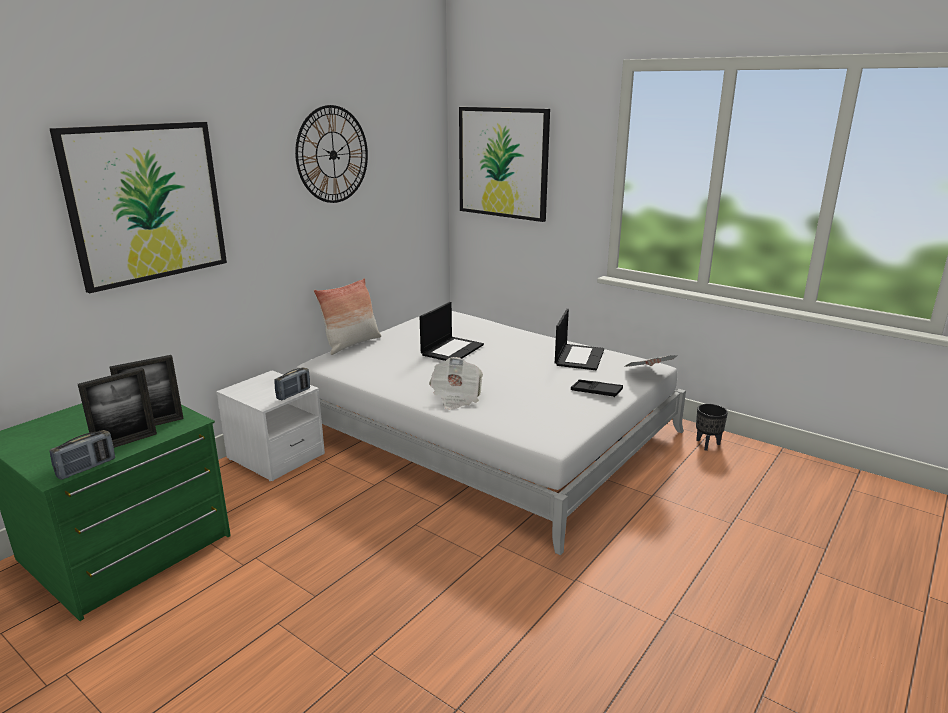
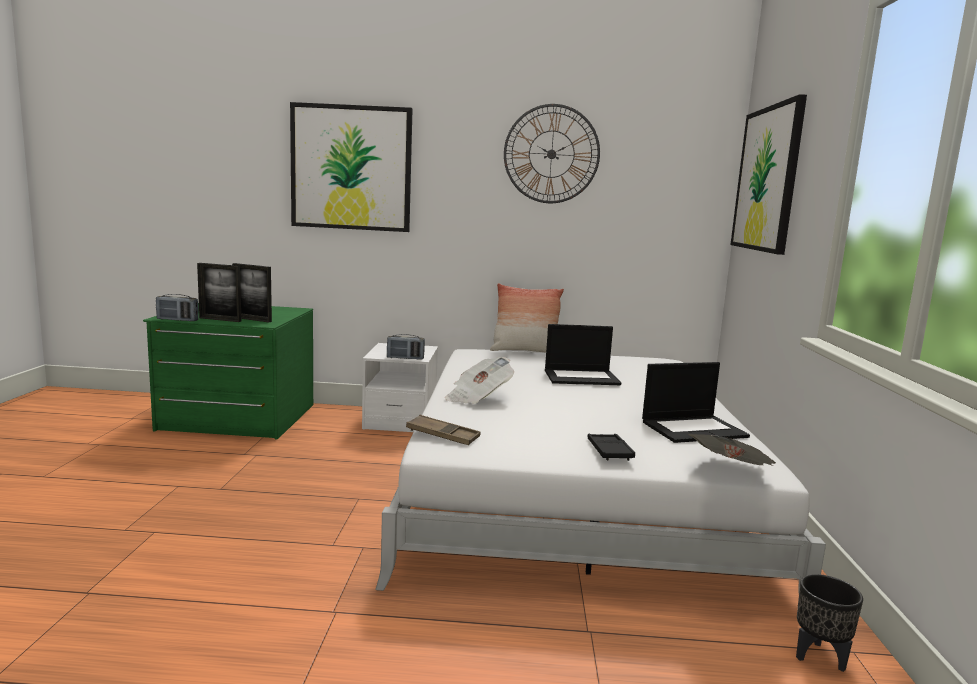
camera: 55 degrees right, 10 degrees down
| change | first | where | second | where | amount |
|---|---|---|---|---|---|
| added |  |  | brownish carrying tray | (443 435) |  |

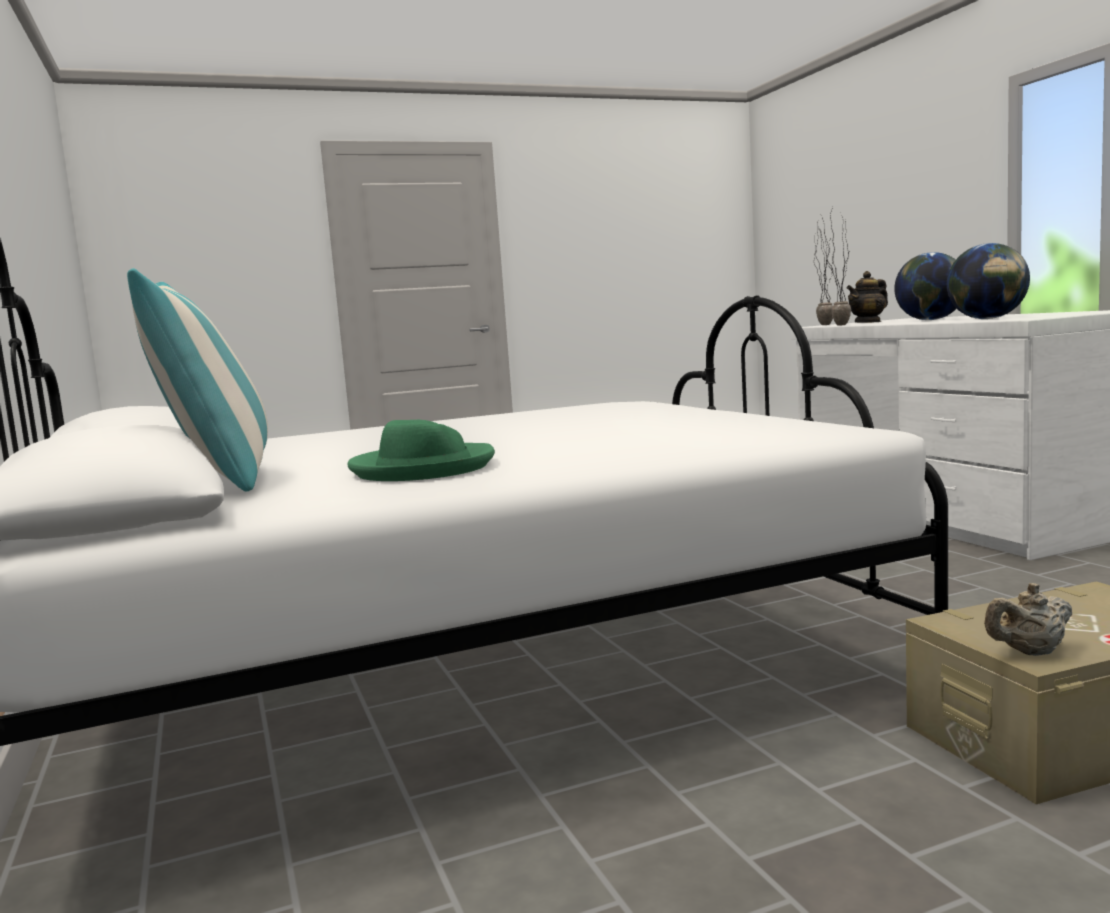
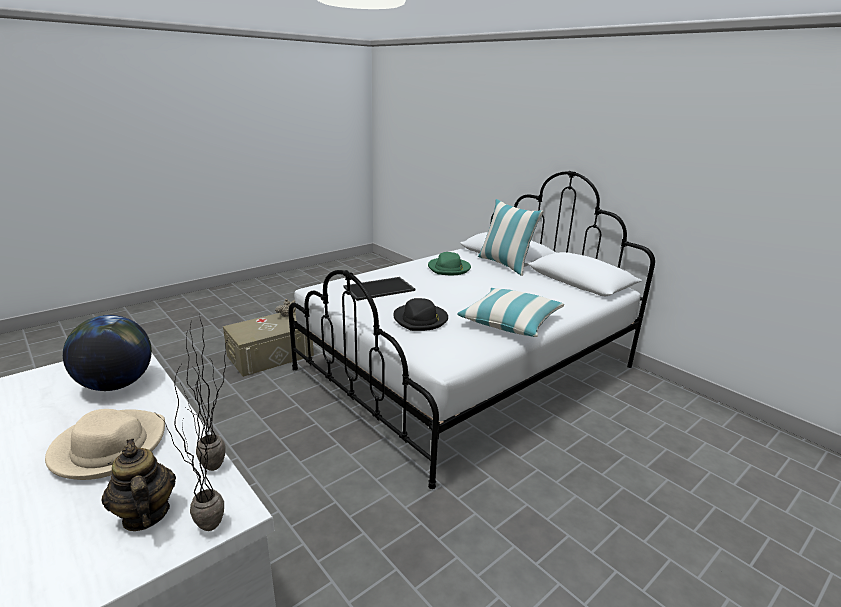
camera: 160 degrees right, 15 degrees up
| change | first | where | second | where | amount |
|---|---|---|---|---|---|
| turned | tea pot | (868 322) |  | (145 514) | 75 degrees counterclockwise |
| replaced | world globe | (931 320) | sand-coloured clothing hat | (109 447) |  |
| added |  |  | carrying tray | (379 288) |  |
| added |  |  | black clothing hat | (420 319) |  |
| added |  |  | cushion | (510 322) |  |

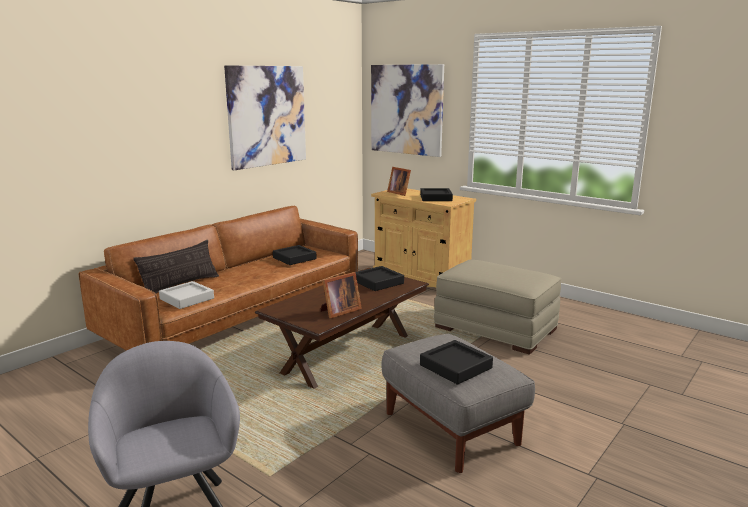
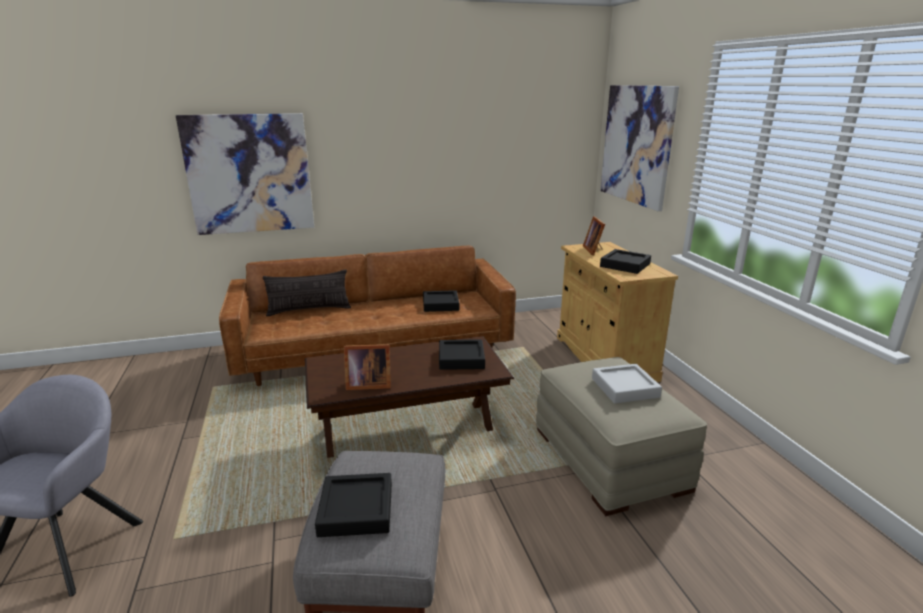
camera: 35 degrees right, 5 degrees up
| change | first | where | second | where | amount |
|---|---|---|---|---|---|
| moved | grey carrying tray | (187 299) |  | (625 388) |  |
| moved | picture | (267 116) |  | (249 174) |  |

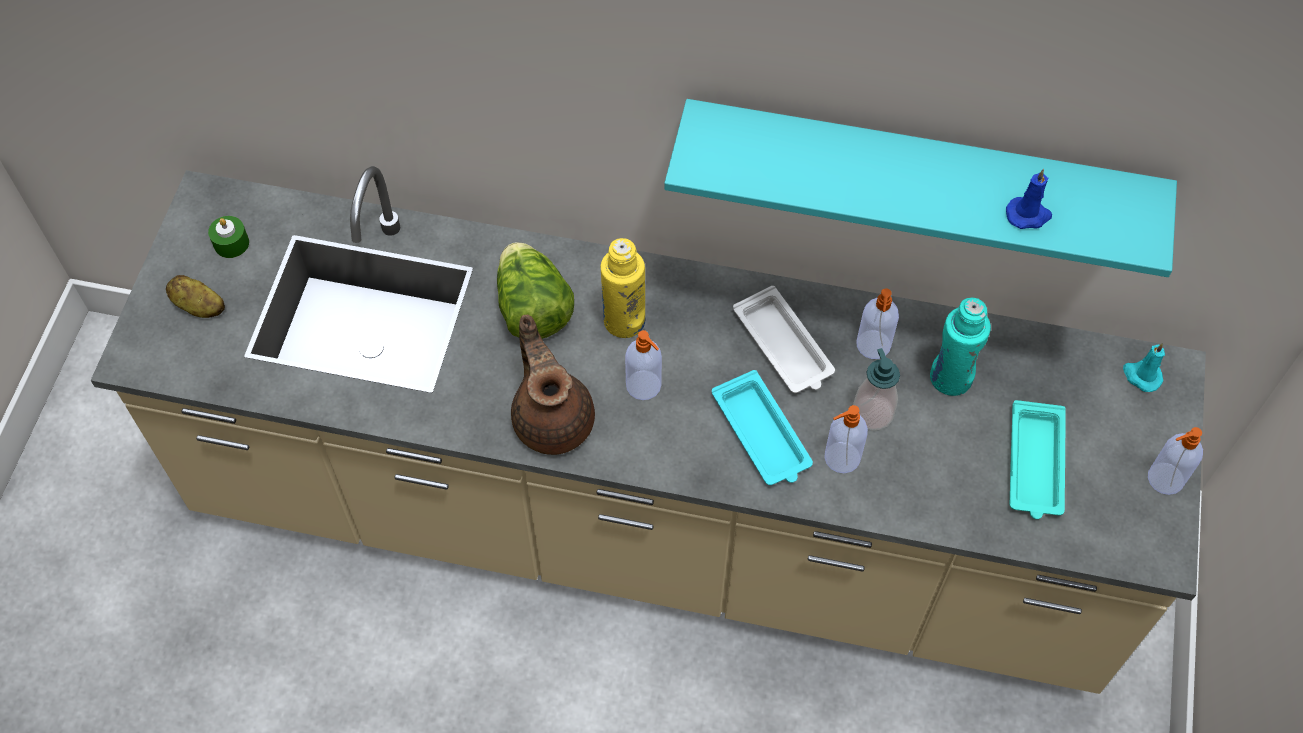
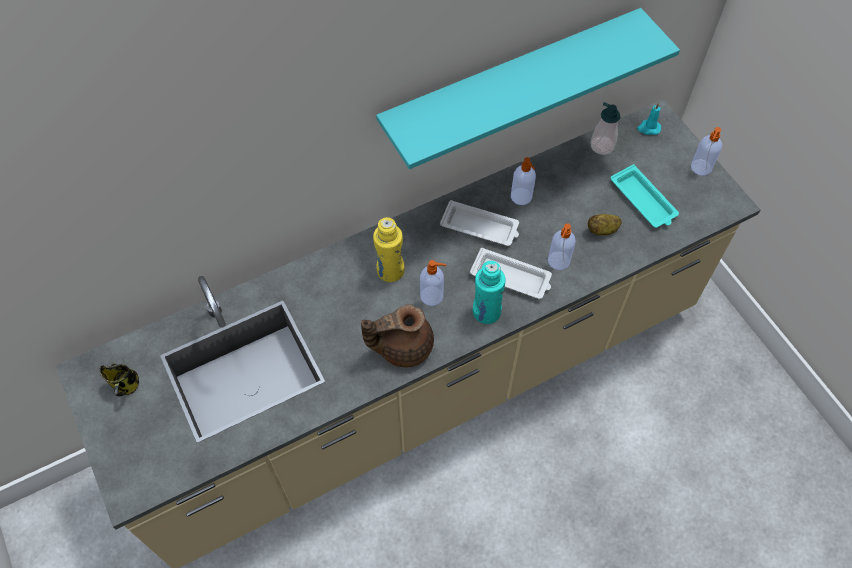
camera: 40 degrees left, 0 degrees up
| change | first | where | second | where | amount |
|---|---|---|---|---|---|
| moved | spud | (198 306) |  | (602 230) |  |
| replaced | green-coloured candle | (231 243) | mug | (126 386) |  |
| removed | lettuce head | (532 309) |  |  |  |
| turned | brownish tea pot | (553 418) |  | (402 346) | 45 degrees counterclockwise |
| recoloured | turquoise-coloured carrying tray | (762 434) | white-coloured carrying tray | (512 277) |  |
| moved | liquid soap bottle | (872 413) |  | (602 146) |  |
| moved | turquoise-coloured drink bottle | (950 378) |  | (486 312) |  |
| removed | blue-coloured candle | (1028 215) |  |  |  |

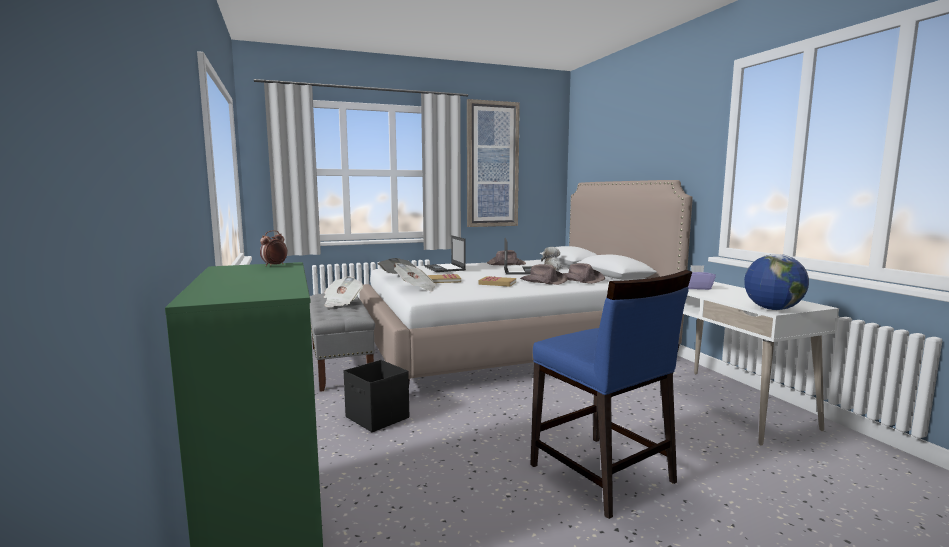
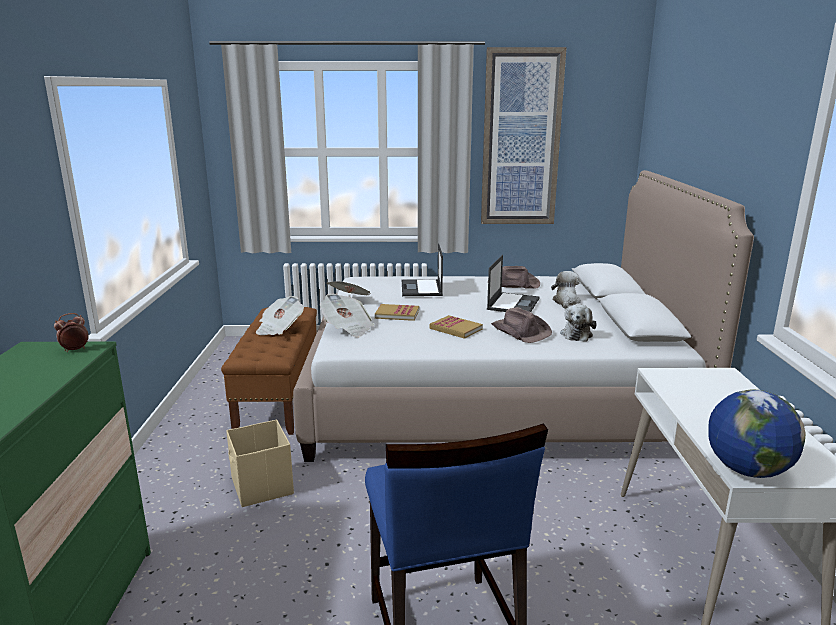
camera: 20 degrees right, 10 degrees up
| change | first | where | second | where | amount |
|---|---|---|---|---|---|
| recoloured | grey indoor bench | (340 364) | brownish indoor bench | (279 397) |  |
| recoloured | black storage box | (377 418) | sand-coloured storage box | (262 487) |  |
| replaced | brownish clothing hat | (581 279) | plush toy | (576 334) |  |
| removed | purple tissue holder | (696 288) |  |  |  |

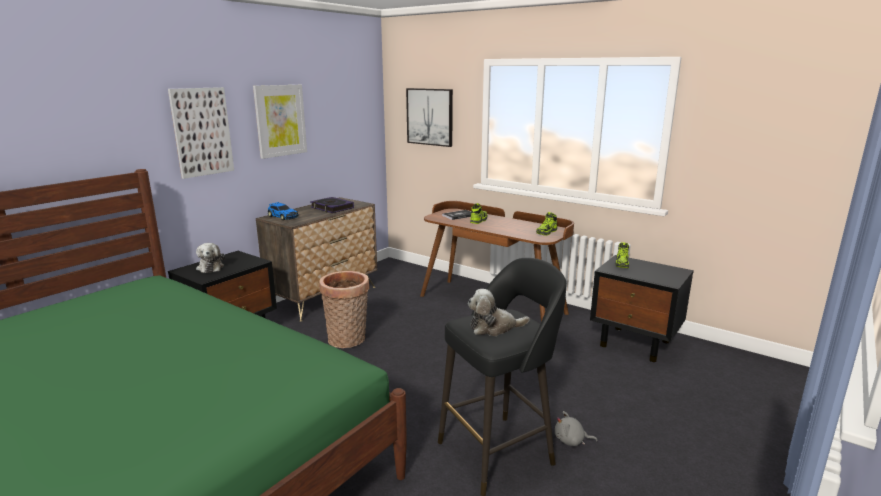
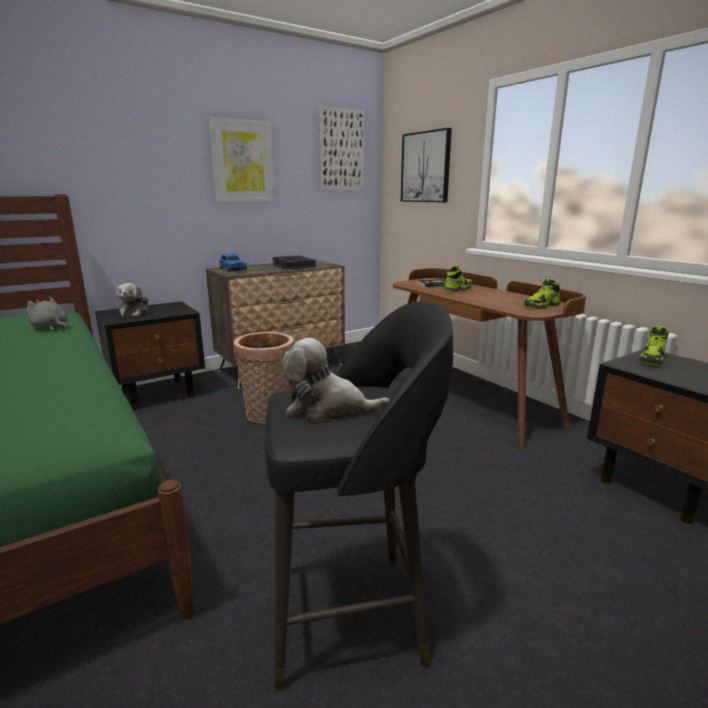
camera: 20 degrees right, 0 degrees up
| change | first | where | second | where | amount |
|---|---|---|---|---|---|
| moved | picture | (202 132) |  | (341 150) |  |
| moved | grey plush toy | (571 441) |  | (50 328) |  |

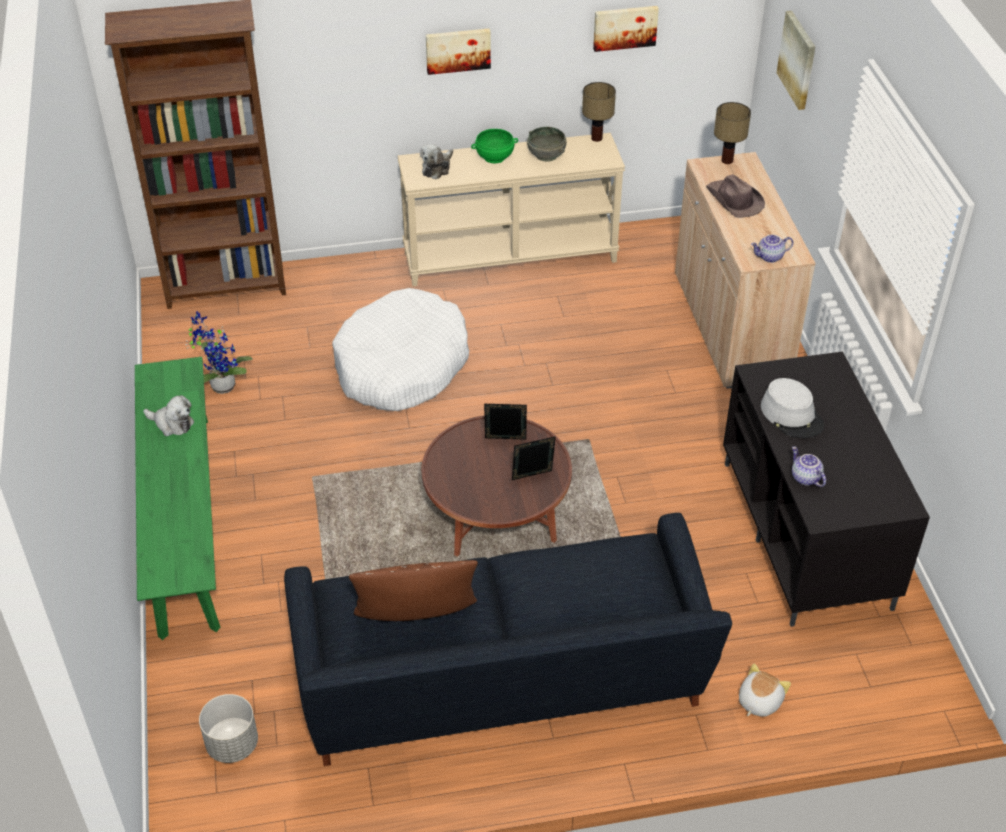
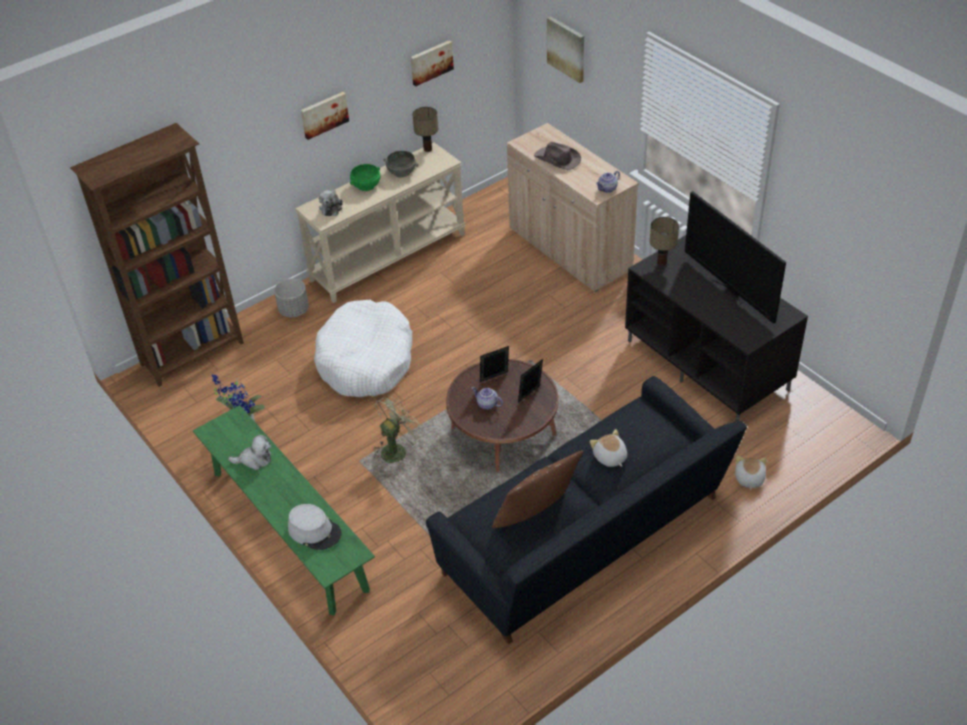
camera: 25 degrees left, 0 degrees up
| change | first | where | second | where | amount |
|---|---|---|---|---|---|
| moved | grey plant pot | (233 744) |  | (294 310) |  |
| moved | table lamp | (726 160) |  | (661 262) |  |
| moved | grey clothing hat | (792 415) |  | (314 531) |  |
| moved | tea pot | (804 478) |  | (487 404) |  |
| added |  |  | green-coloured electric fan | (397 449) |  |
| added |  |  | plush toy | (609 457) |  |
| added |  |  | TV | (730 290) |  |

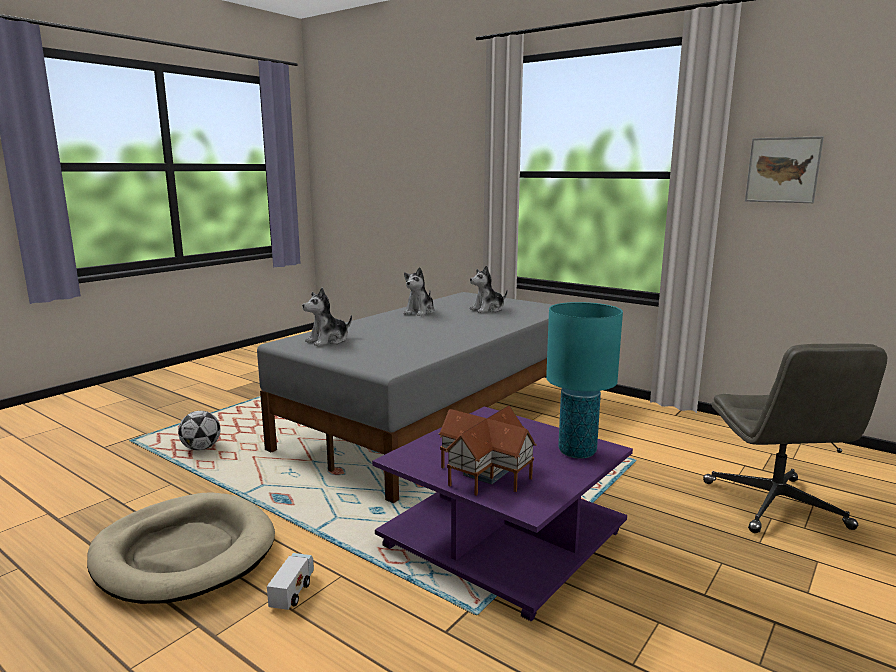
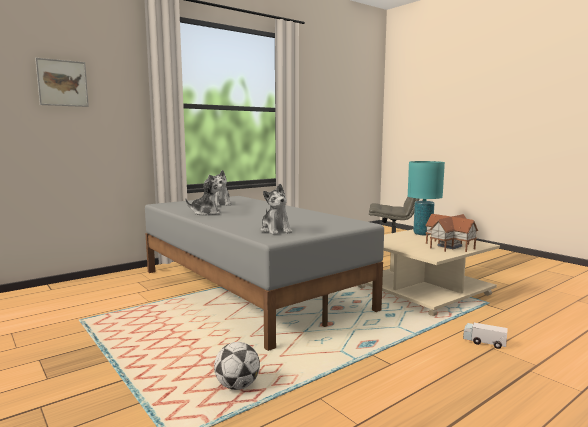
camera: 75 degrees left, 5 degrees down
| change | first | where | second | where | amount |
|---|---|---|---|---|---|
| removed | sand-coloured pet bed | (184 552) |  |  |  |
| recoloured | purple low table | (500 540) | sand-coloured low table | (423 292) |  |
| turned | plush toy | (420 312) |  | (206 213) | 45 degrees counterclockwise |
| moved | picture | (783 170) |  | (62 83) |  |

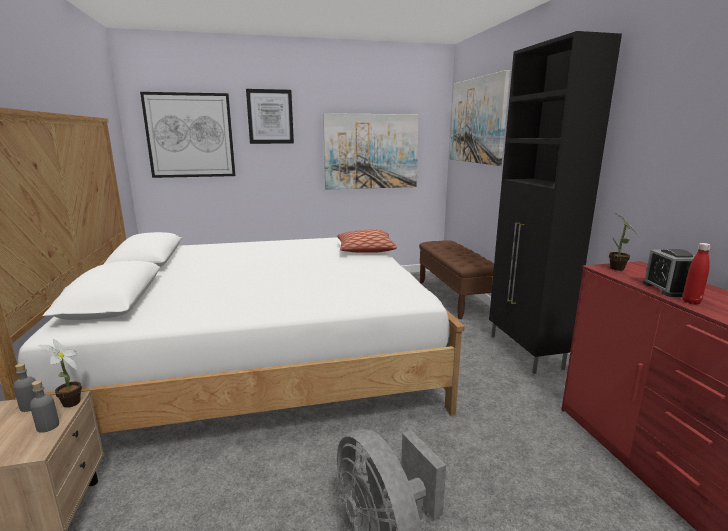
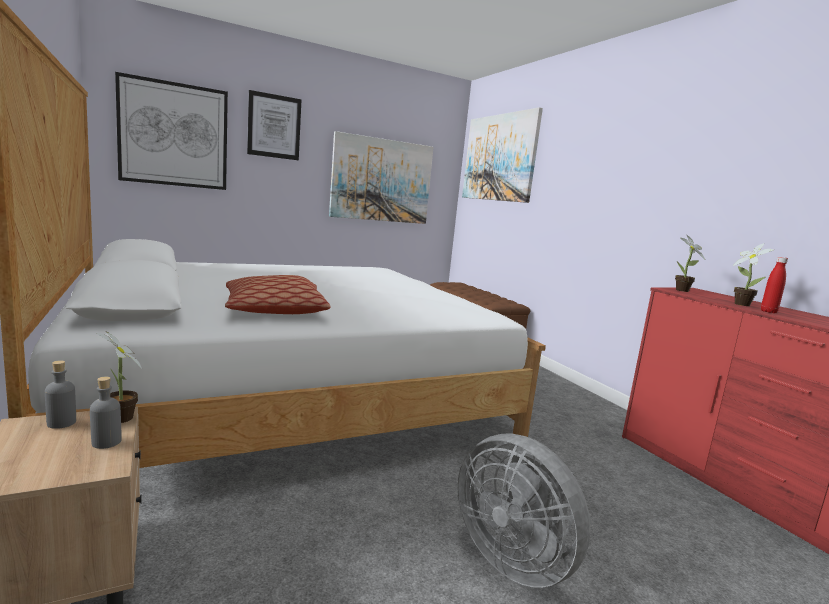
camera: 15 degrees left, 5 degrees down
| change | first | where | second | where | amount |
|---|---|---|---|---|---|
| moved | cushion | (365 250) |  | (275 310) |  |
| removed | black cupboard | (525 352) |  |  |  |
| replaced | table clock | (668 289) | potted plant | (741 304) |  |

